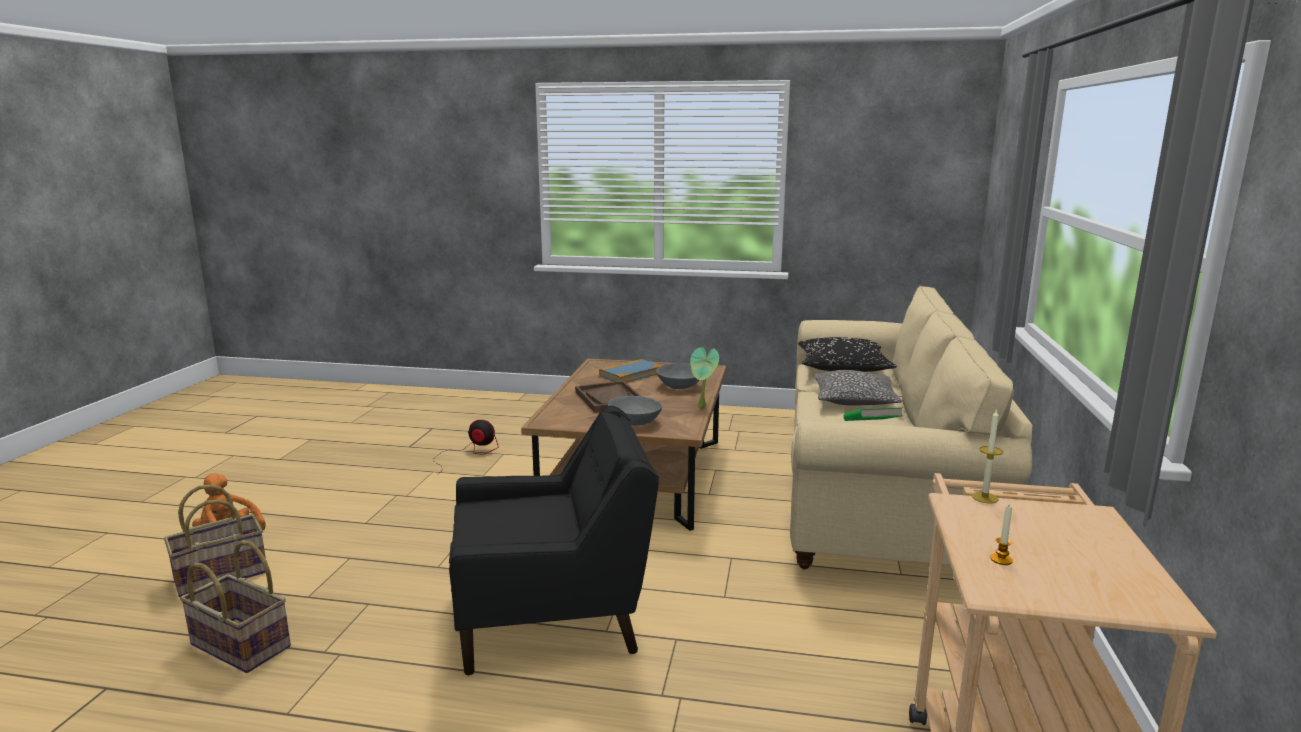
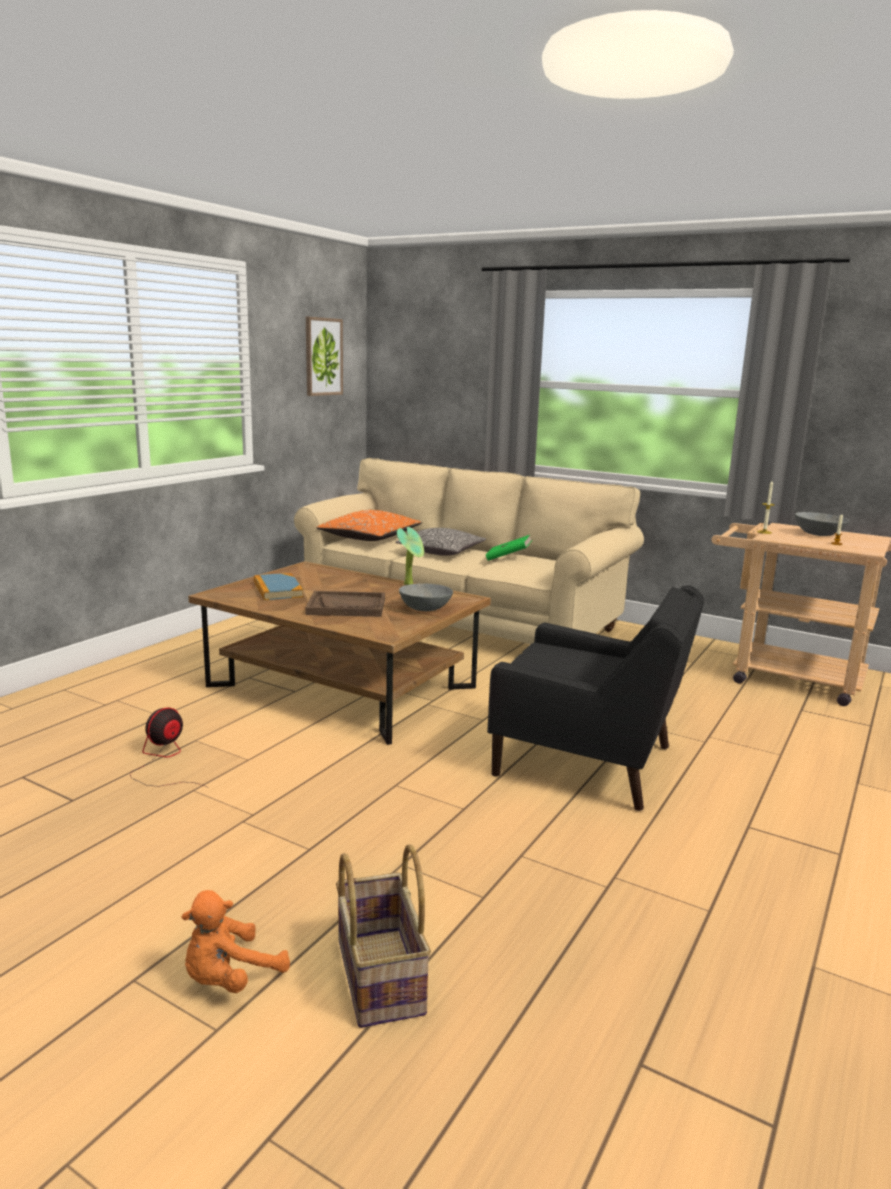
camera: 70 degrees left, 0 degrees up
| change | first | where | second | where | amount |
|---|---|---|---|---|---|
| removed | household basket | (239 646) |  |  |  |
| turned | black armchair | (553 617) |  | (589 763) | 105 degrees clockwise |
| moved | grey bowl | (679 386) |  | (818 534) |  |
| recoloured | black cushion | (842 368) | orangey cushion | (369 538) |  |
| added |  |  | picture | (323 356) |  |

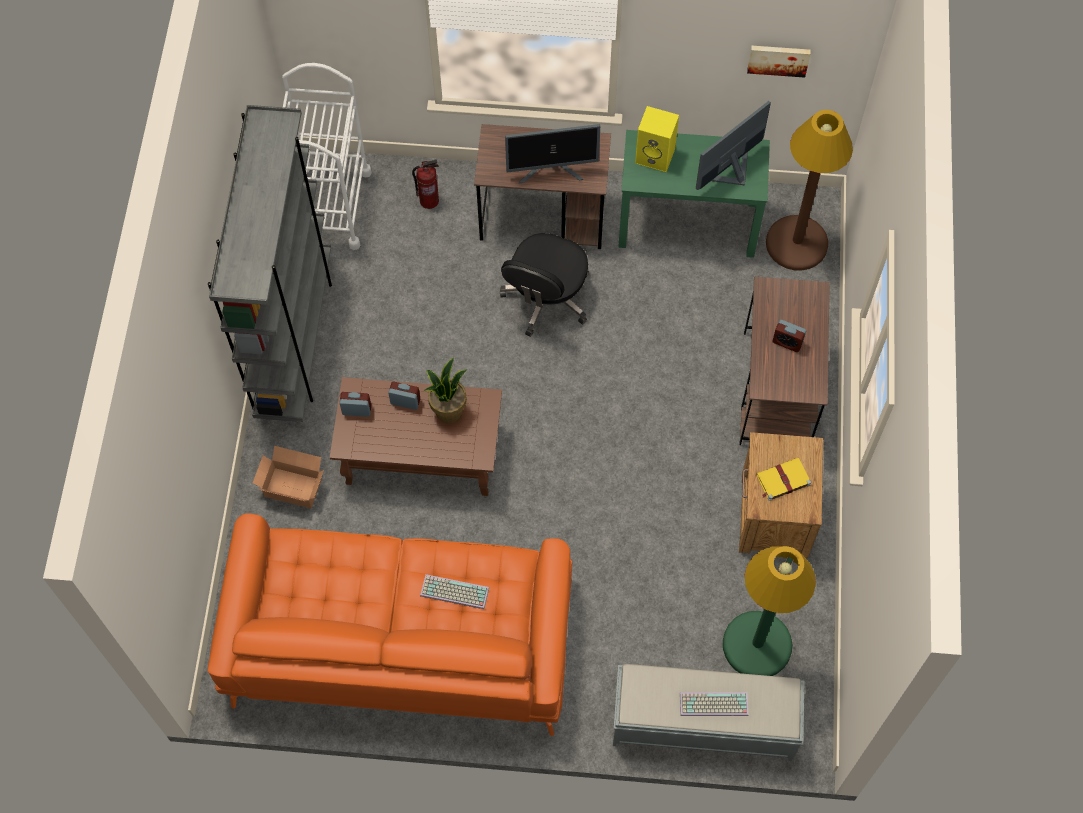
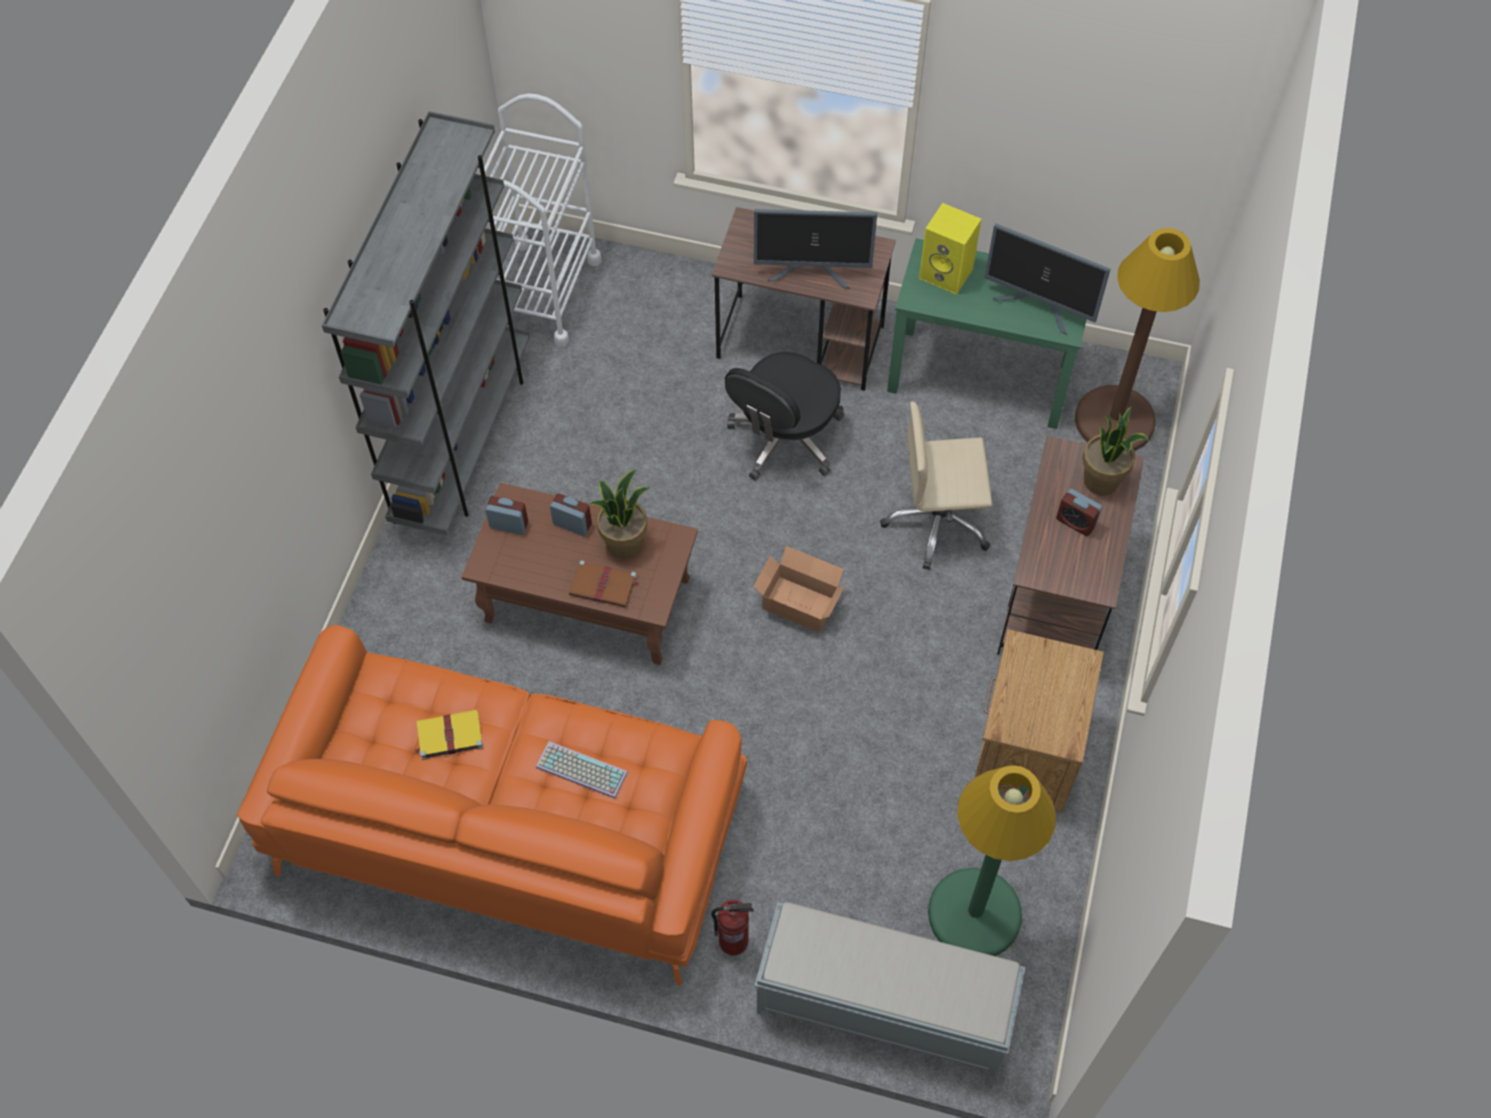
camera: 10 degrees right, 5 degrees down
| change | first | where | second | where | amount |
|---|---|---|---|---|---|
| moved | carton | (292 485) |  | (799 601) |  |
| moved | extinguisher | (429 200) |  | (733 940) |  |
| removed | computer keyboard | (713 705) |  |  |  |
| turned | monitor | (731 172) |  | (1039 306) | 120 degrees counterclockwise |
| removed | picture | (778 59) |  |  |  |
| moved | yellow-coloured book | (782 480) |  | (448 735) |  |
| added |  |  | brownish book | (604 586) |  |
| added |  |  | sand-coloured office chair | (937 523) |  |
| added |  |  | potted plant | (1101 481) |  |

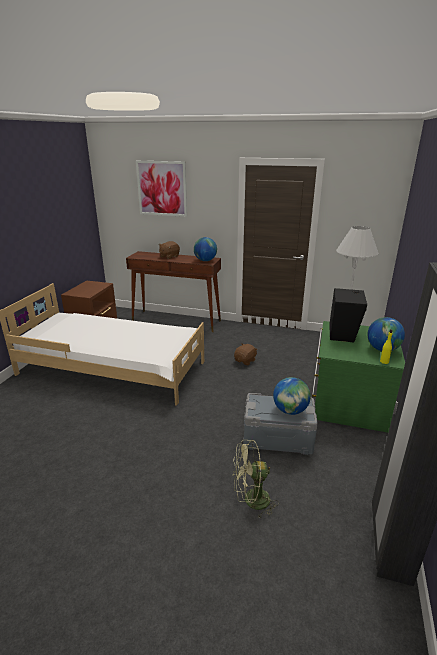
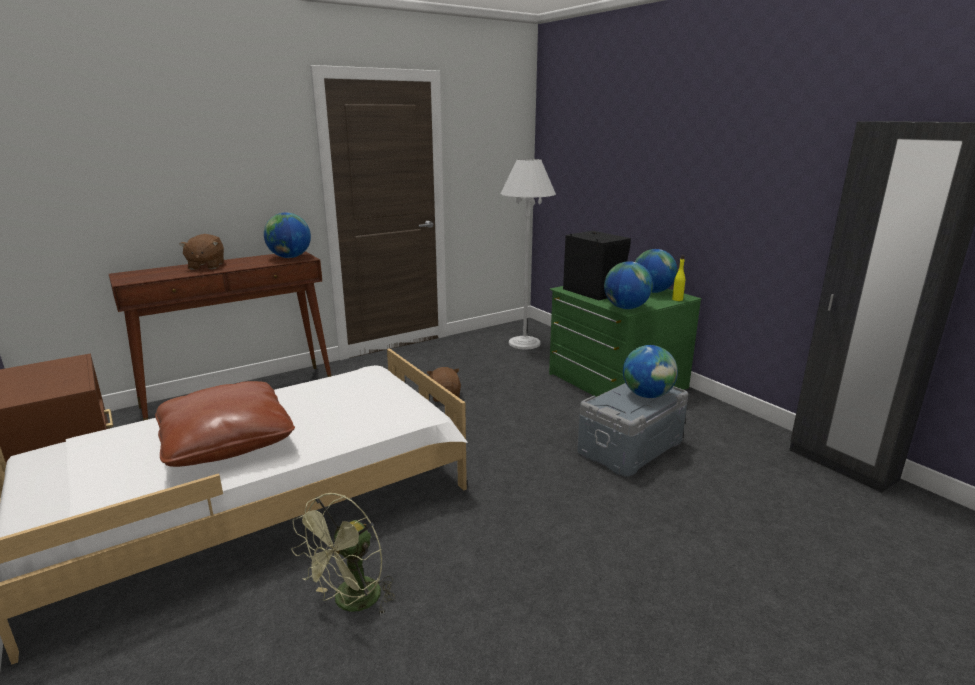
camera: 50 degrees left, 5 degrees down
| change | first | where | second | where | amount |
|---|---|---|---|---|---|
| removed | picture | (162 188) |  |  |  |
| moved | green-coloured electric fan | (251 501) |  | (351 603) |  |
| added |  |  | brownish cushion | (227 442) |  |
| added |  |  | world globe | (626 308) |  |

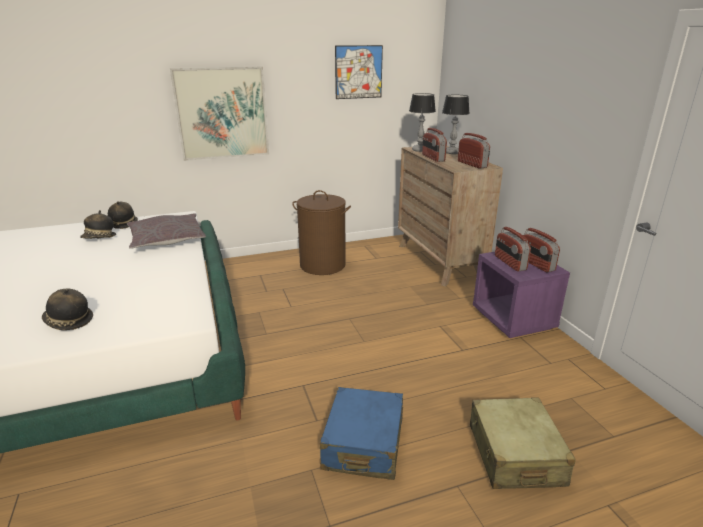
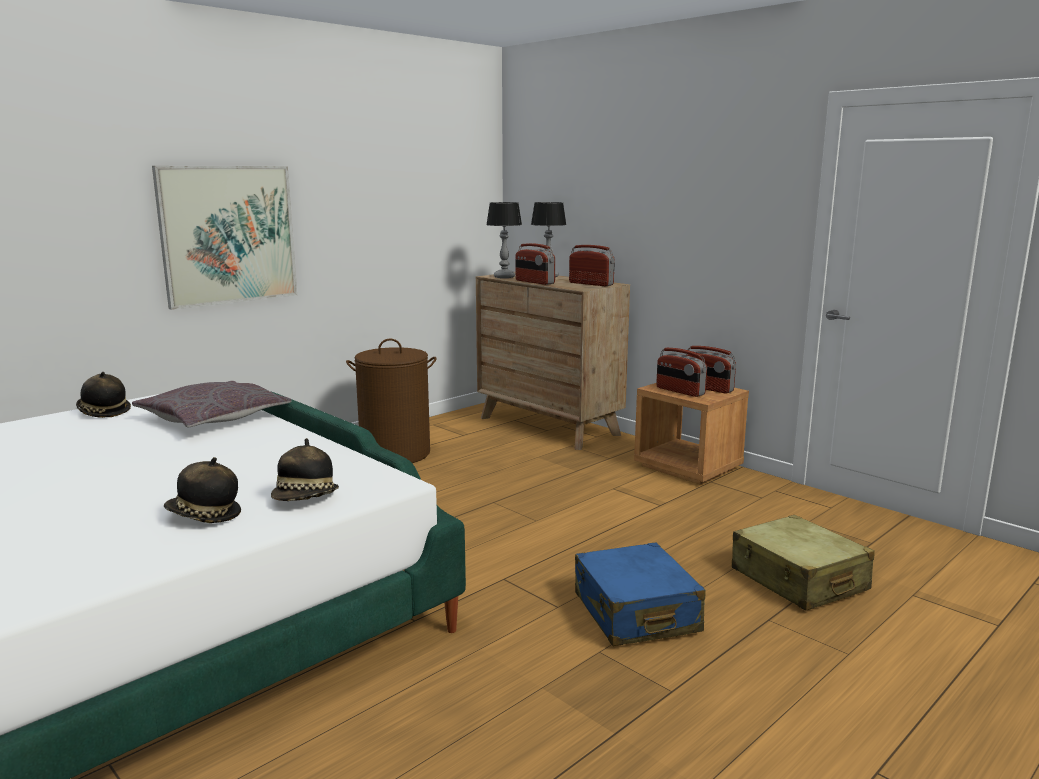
camera: 25 degrees left, 10 degrees down
| change | first | where | second | where | amount |
|---|---|---|---|---|---|
| moved | clothing hat | (99 238) |  | (306 499) |  |
| removed | picture | (358 72) |  |  |  |
| recoloured | purple night table | (513 319) | brownish night table | (688 467) |  |

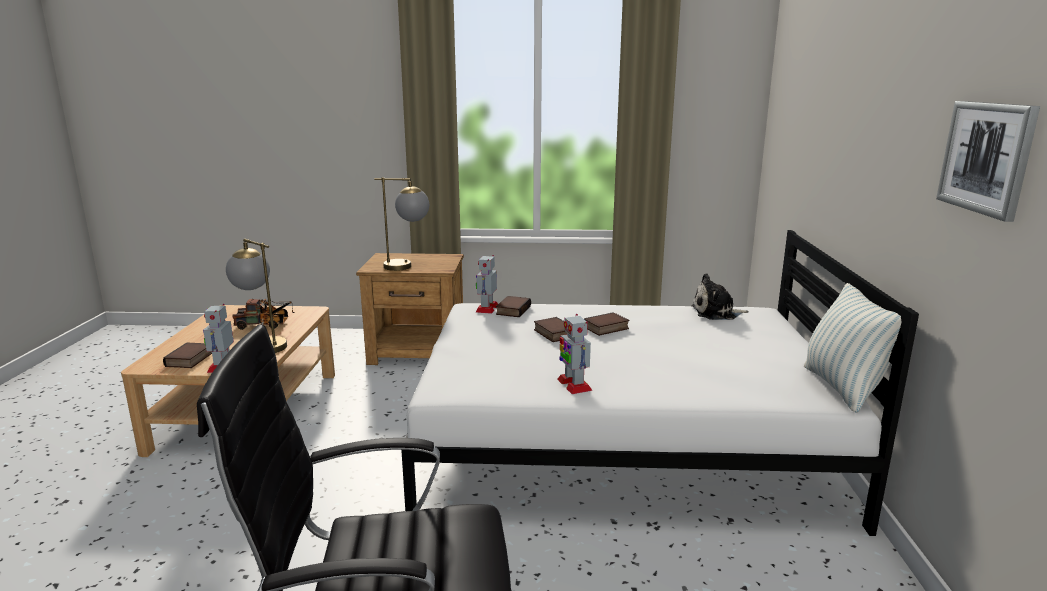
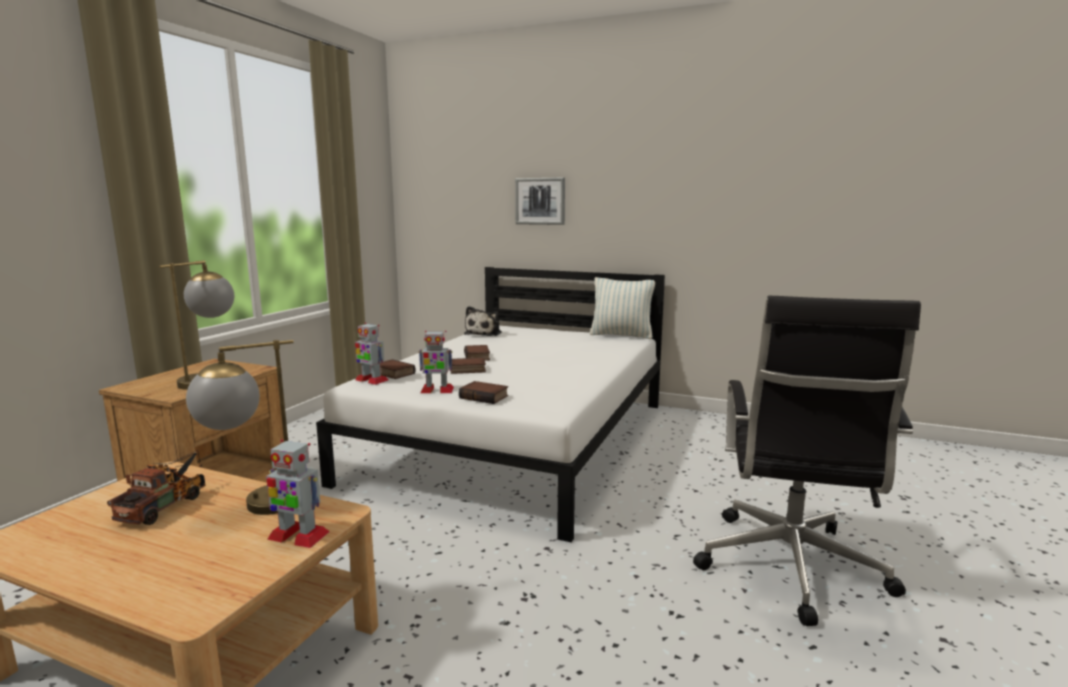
camera: 70 degrees left, 5 degrees down
| change | first | where | second | where | amount |
|---|---|---|---|---|---|
| moved | book | (190 360) |  | (485 396) |  |
| moved | model robot | (573 384) |  | (436 390) |  |
| moved | picture | (986 157) |  | (540 201) |  |

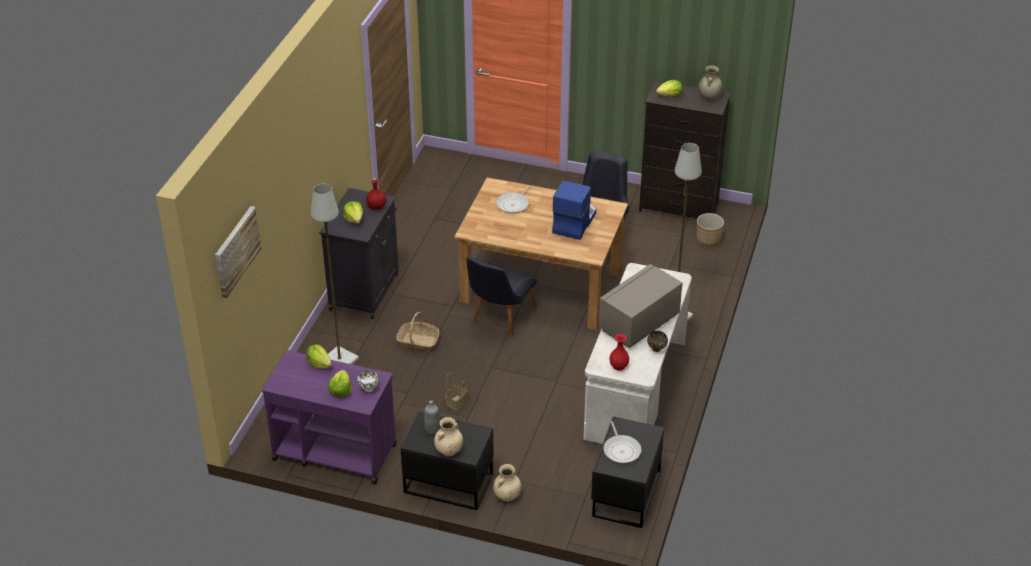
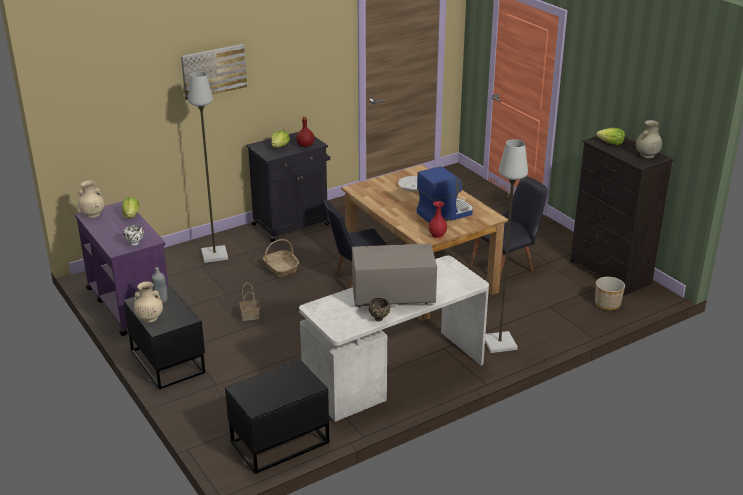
camera: 40 degrees right, 10 degrees down
| change | first | where | second | where | amount |
|---|---|---|---|---|---|
| moved | picture | (236 251) |  | (213 71) |  |
| removed | lettuce head | (340 390) |  |  |  |
| moved | sand-coloured vase | (507 496) |  | (92 214) |  |
| removed | skillet | (621 450) |  |  |  |
| moved | reddish vase | (618 366) |  | (437 235) |  |

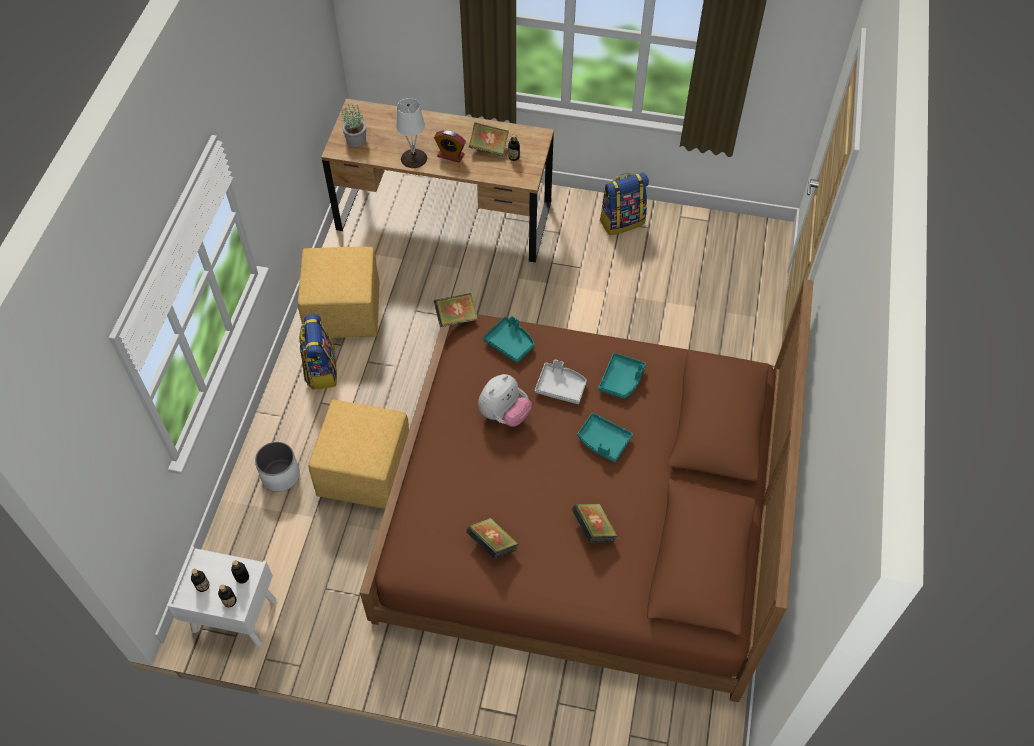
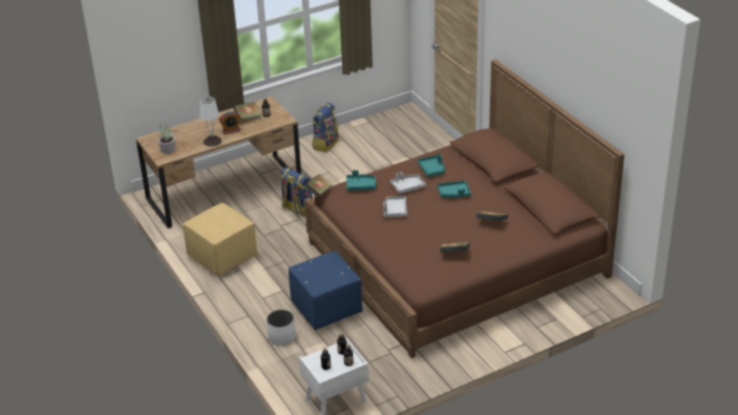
camera: 40 degrees left, 20 degrees down
| change | first | where | second | where | amount |
|---|---|---|---|---|---|
| moved | backpack | (321 370) |  | (297 209) |  |
| recoloured | yellow-coloured ottoman | (366 472) | blue-coloured ottoman | (327 308) |  |
| replaced | plush toy | (504 414) | grey carrying tray | (395 210) |  |

